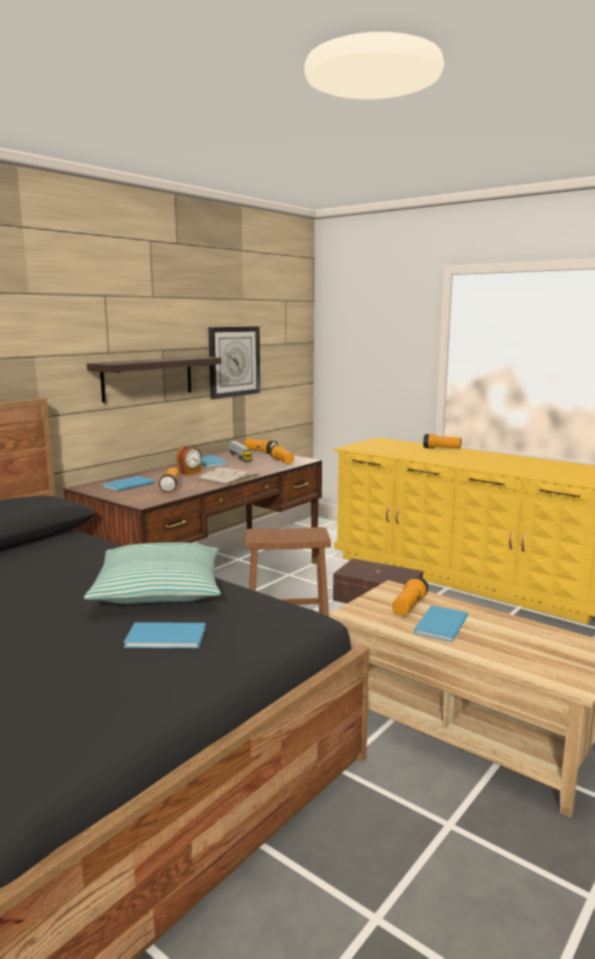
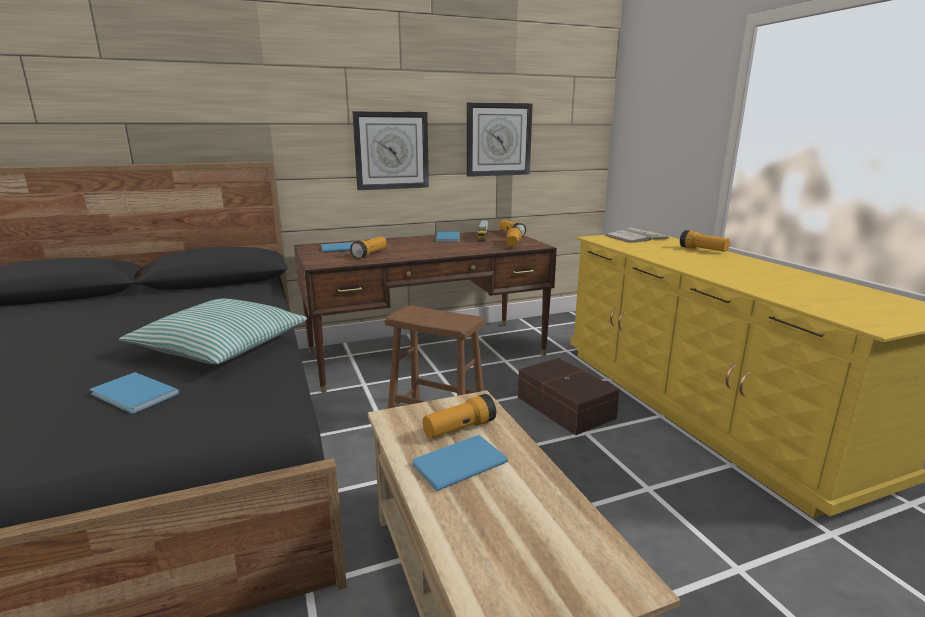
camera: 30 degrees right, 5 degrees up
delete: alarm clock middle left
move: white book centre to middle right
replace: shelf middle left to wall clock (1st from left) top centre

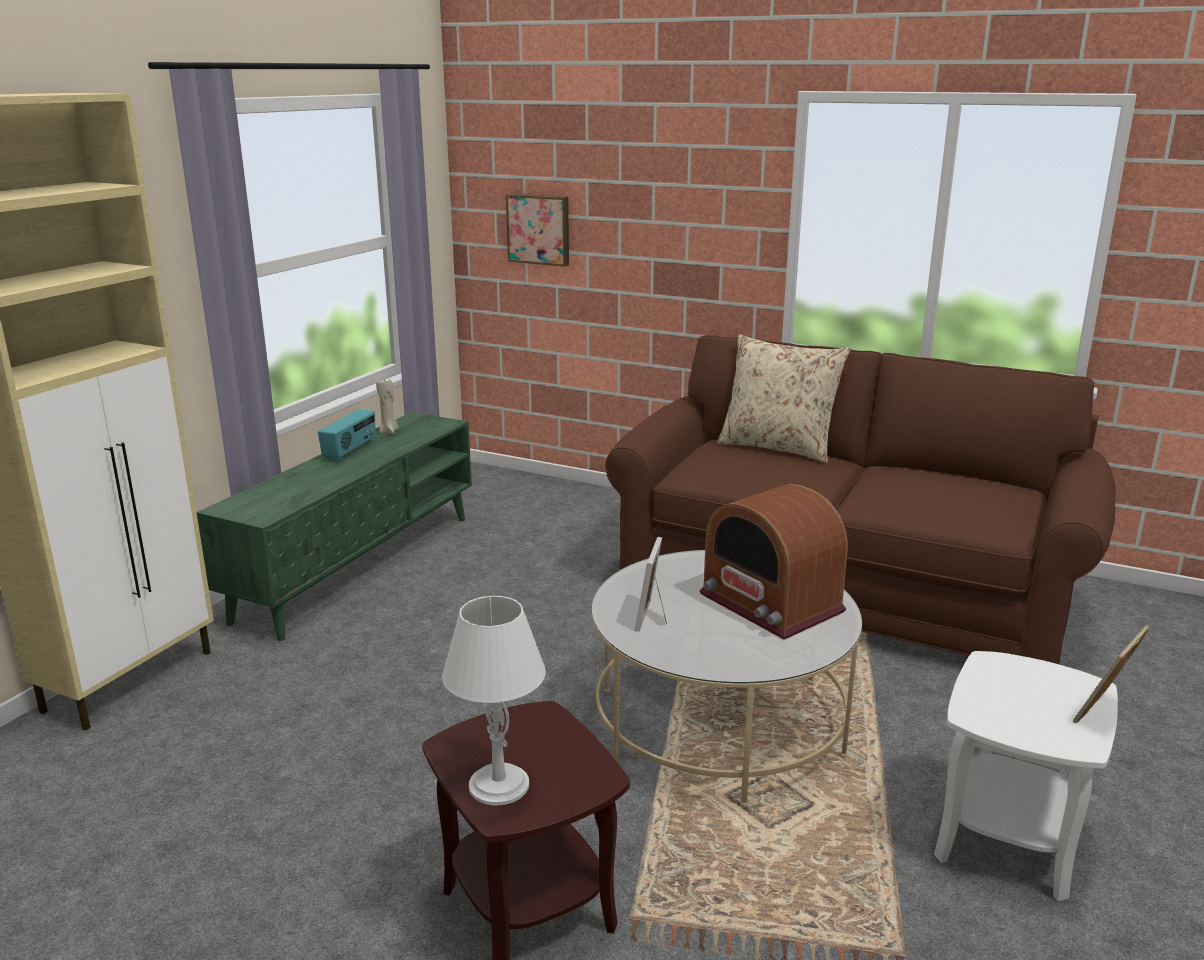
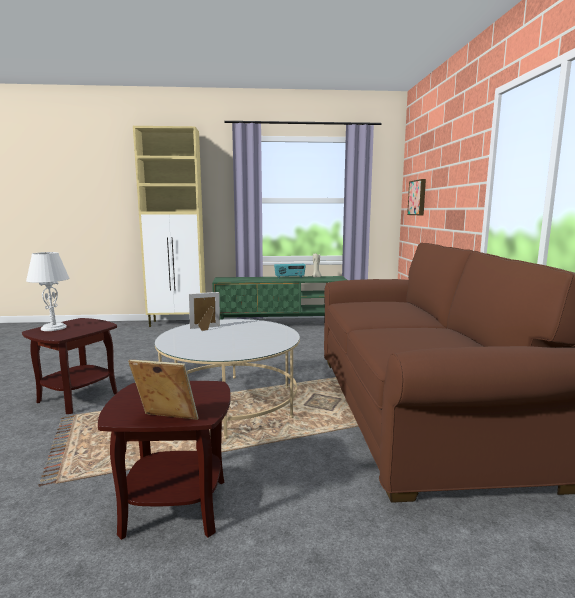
camera: 60 degrees right, 10 degrees down
delete: radio (2nd from left) centre; beige pillow centre
recolor: white side table bottom right to brown side table (2nd from left) bottom left

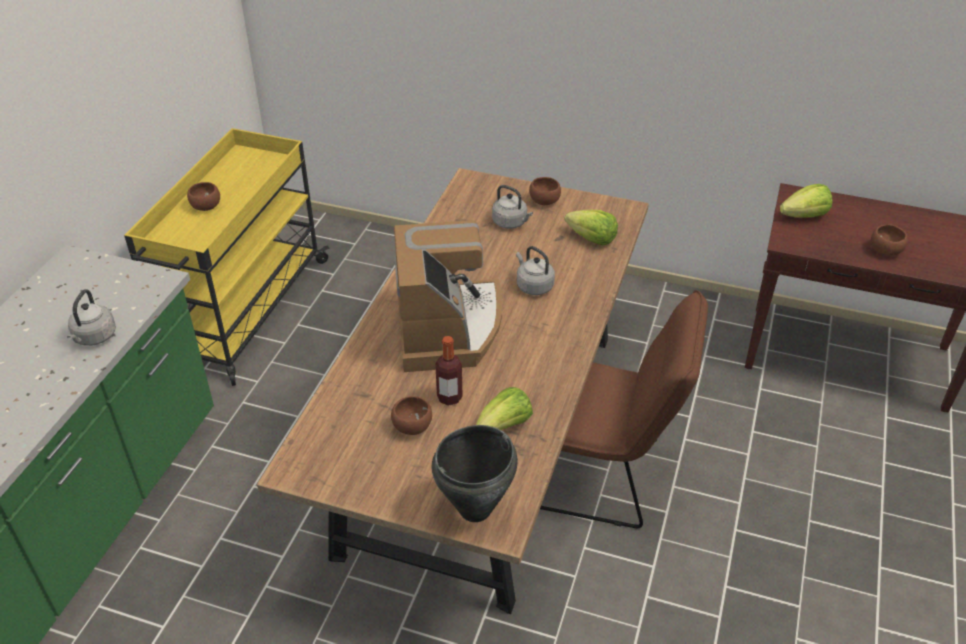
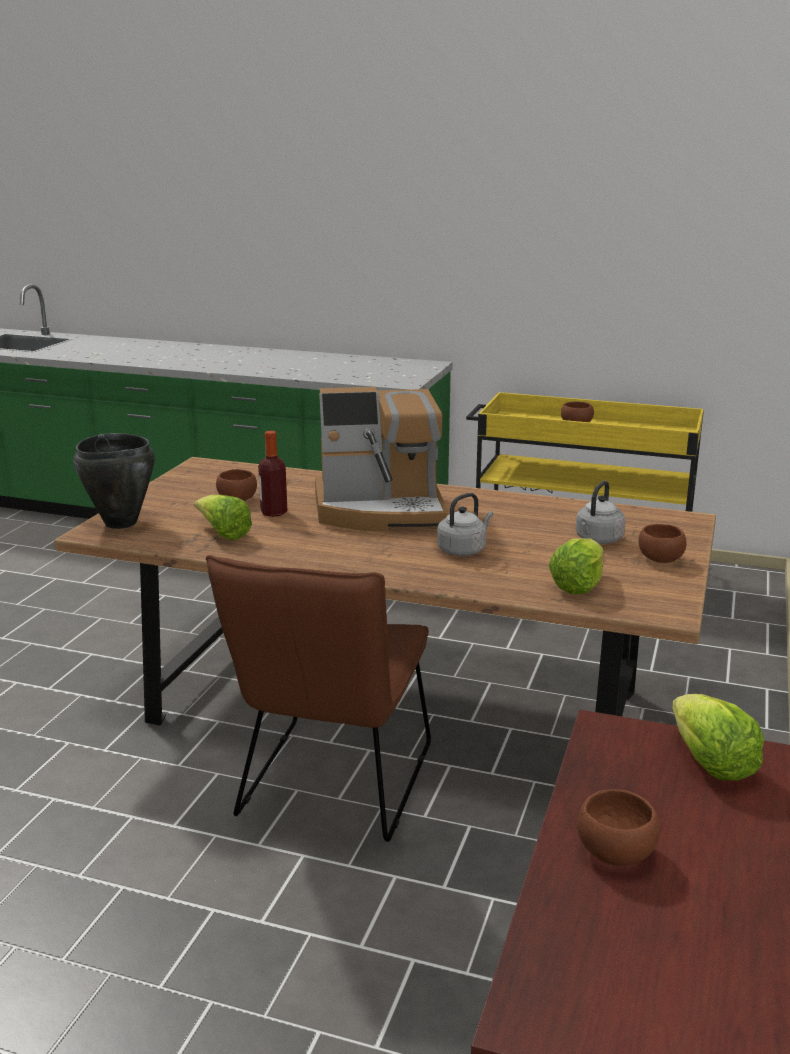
camera: 90 degrees right, 20 degrees down
delete: grey kettle (1st from left) middle left

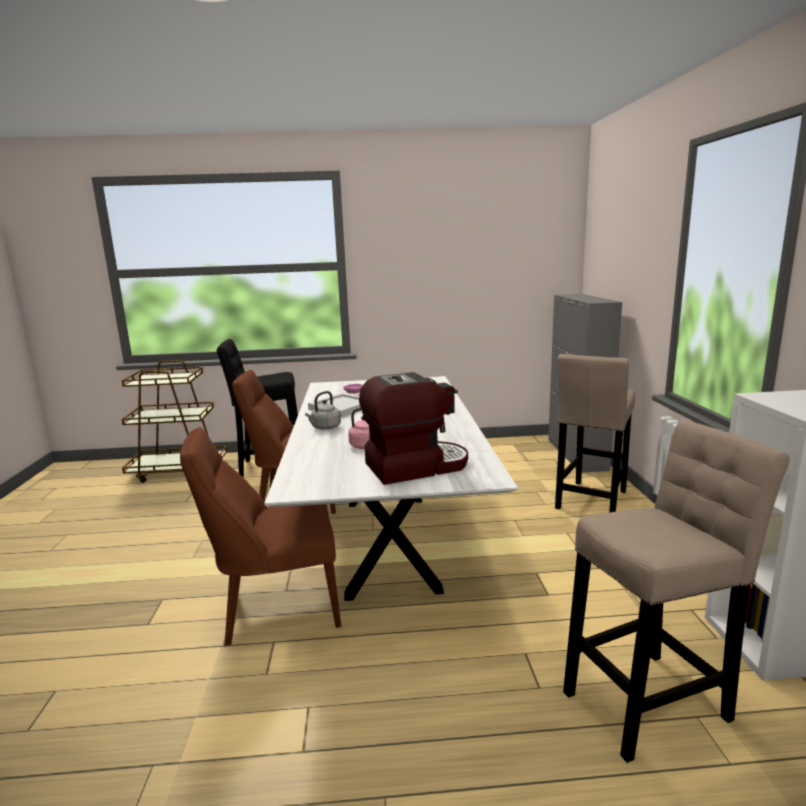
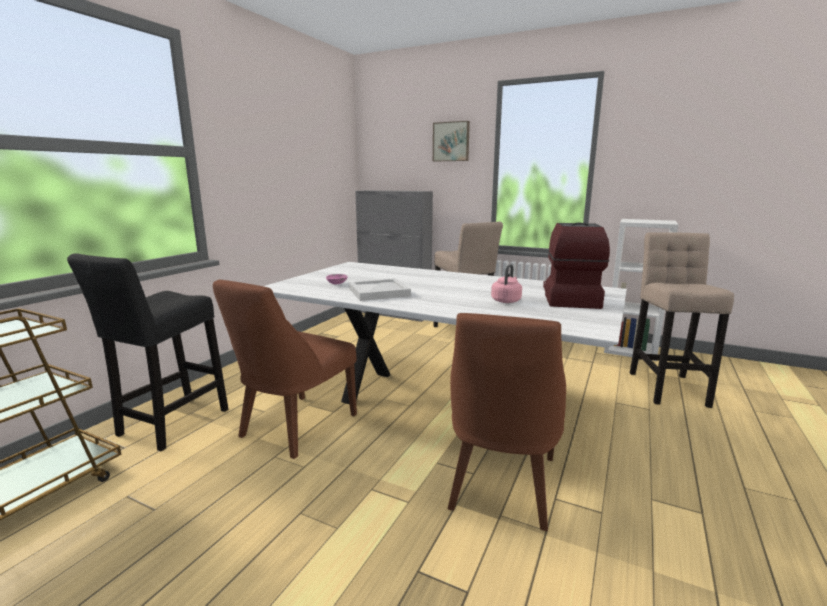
camera: 60 degrees left, 0 degrees up
delete: grey kettle centre
insert: picture top centre

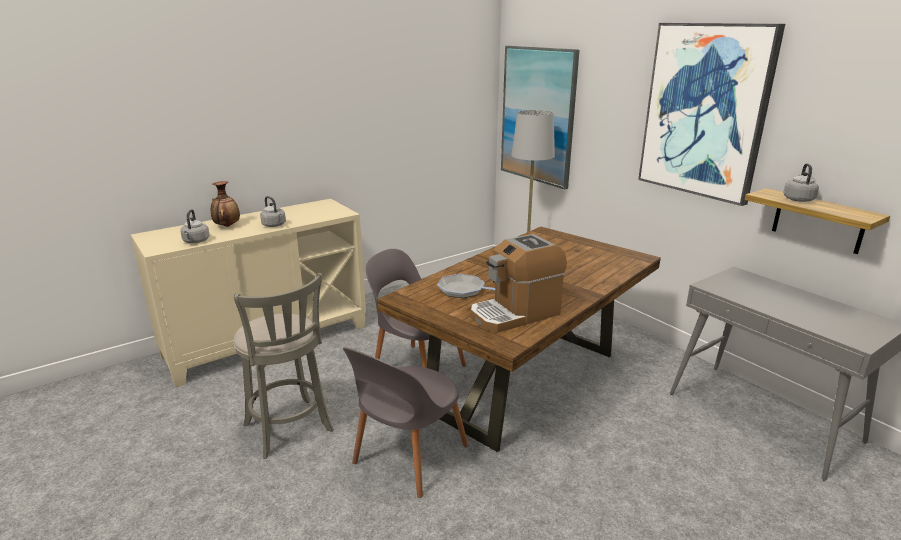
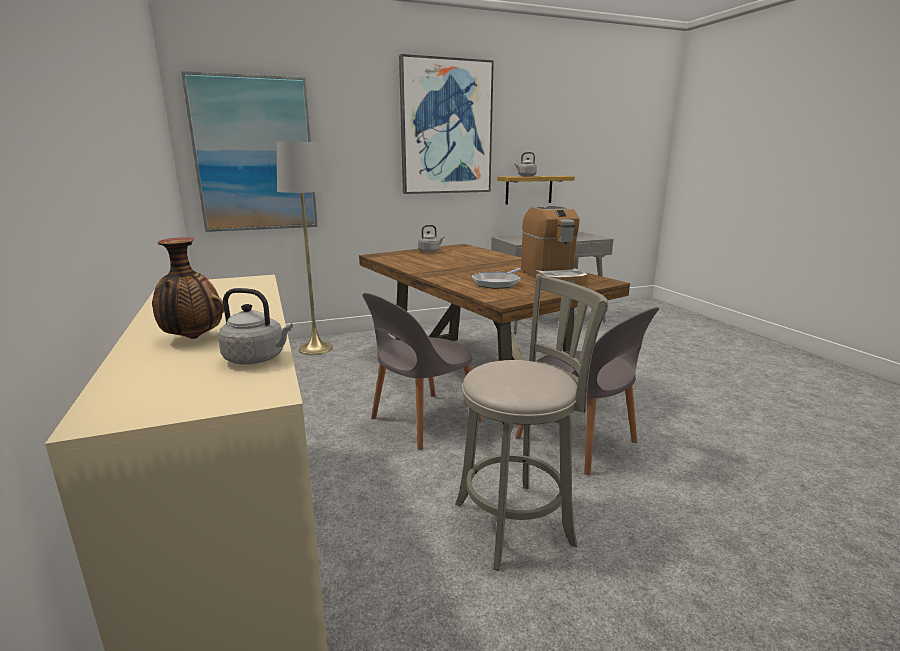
camera: 75 degrees left, 5 degrees down
move: grey kettle (2nd from left) middle left to centre

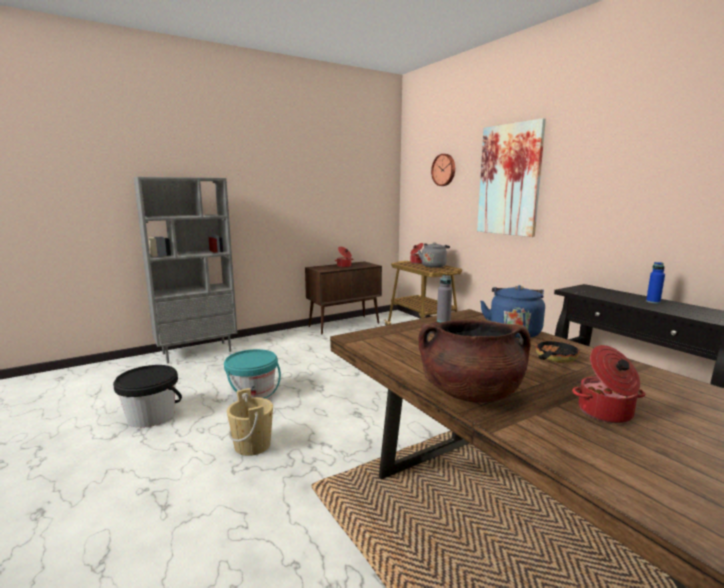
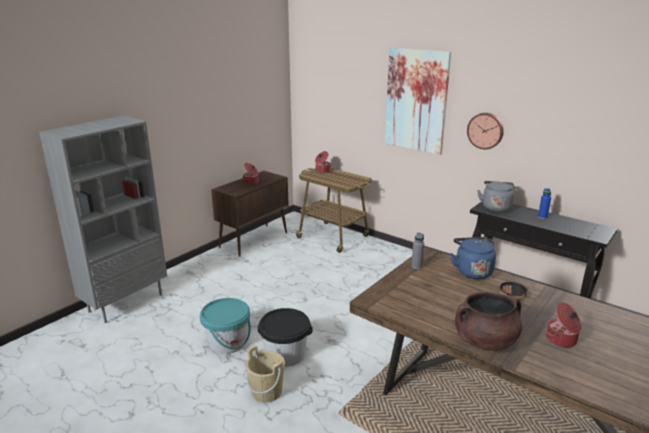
camera: 20 degrees left, 10 degrees up
move: black bucket bottom left to bottom centre; grey kettle centre to middle right; wall clock top centre to top right

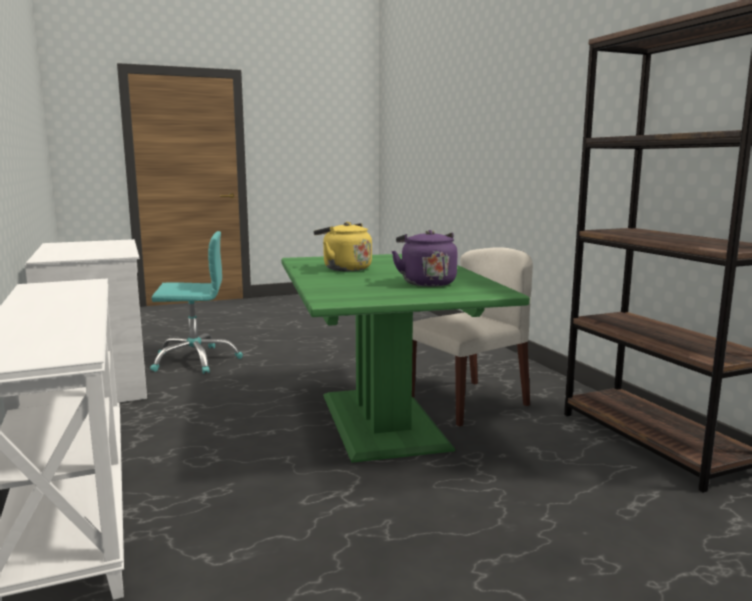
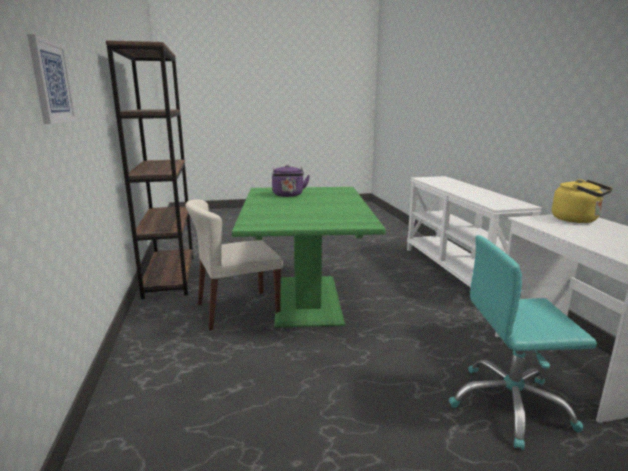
camera: 170 degrees left, 5 degrees up
insert: picture top left
move: yellow kettle centre to middle right

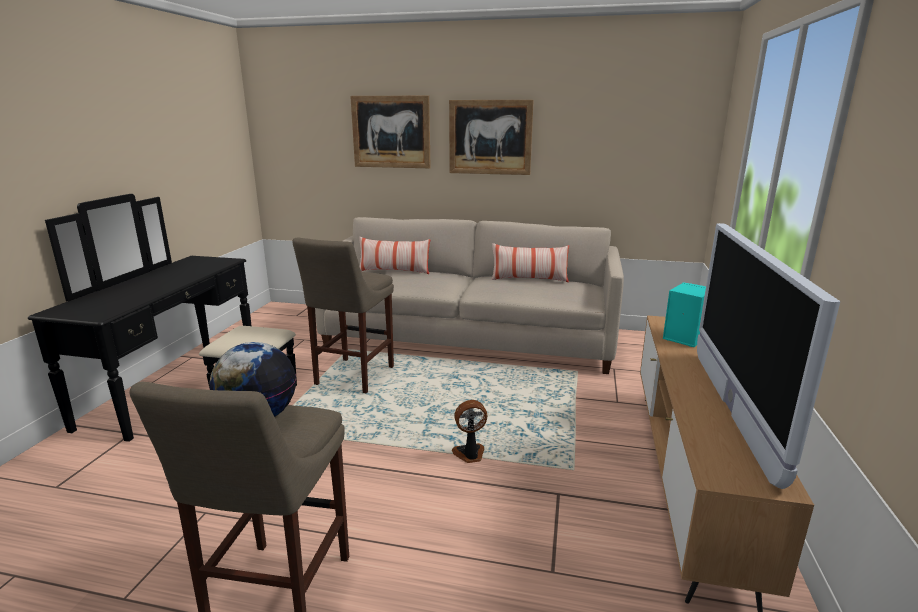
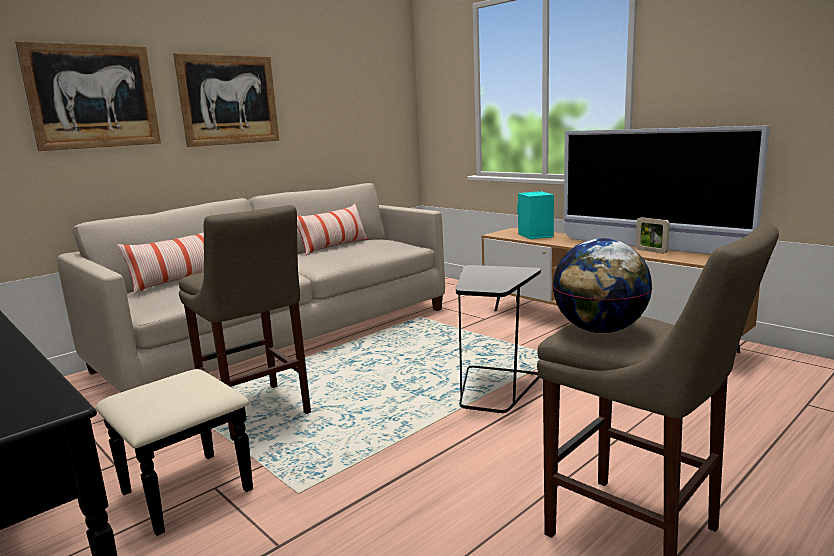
camera: 55 degrees left, 5 degrees down
insert: picture frame middle right
replace: fan bottom centre to black side table centre

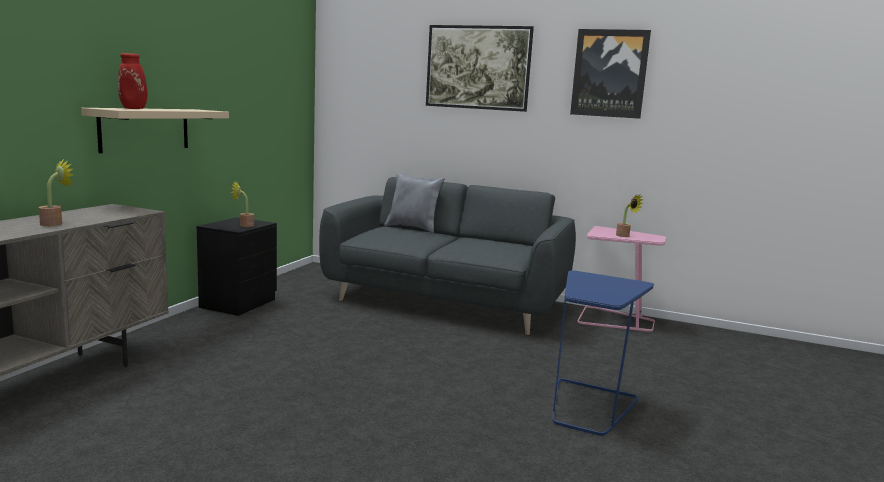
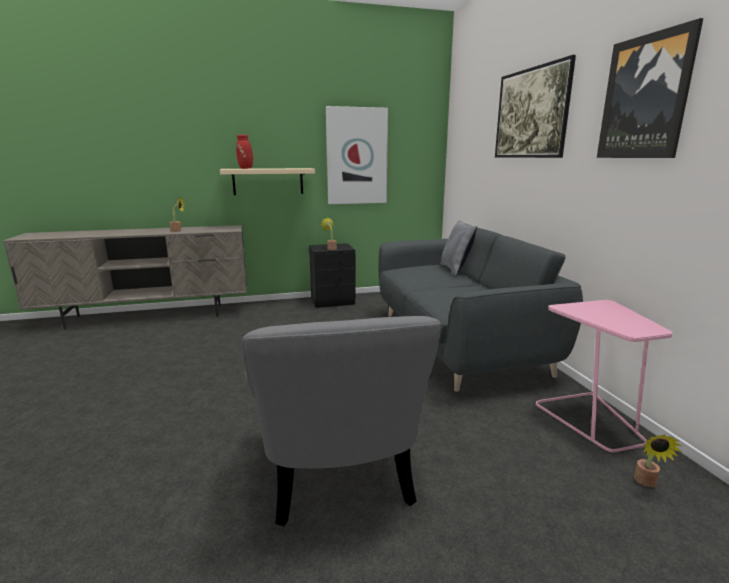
camera: 55 degrees right, 5 degrees up
insert: picture (1st from left) top centre
move: potted plant (3rd from left) middle right to bottom right
replace: blue side table bottom right to grey armchair bottom centre

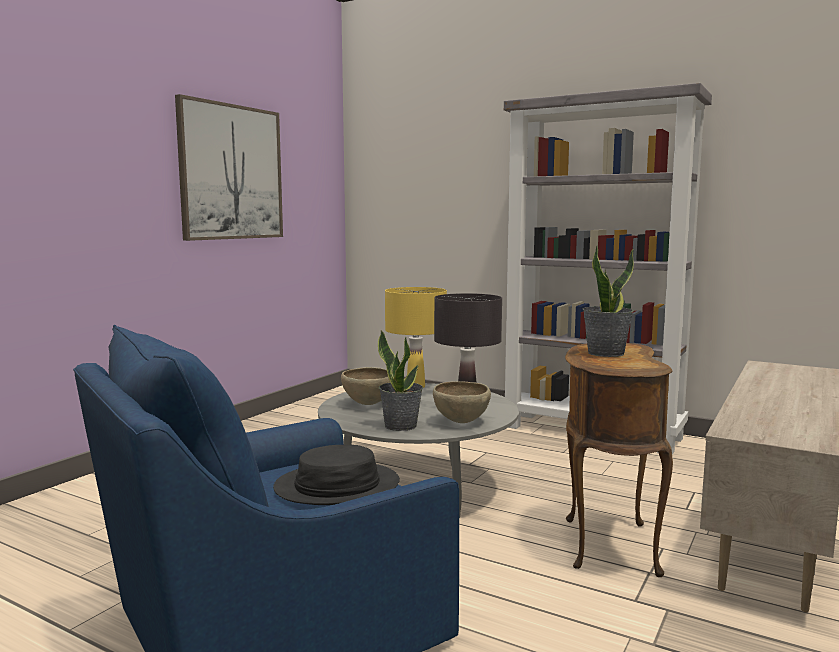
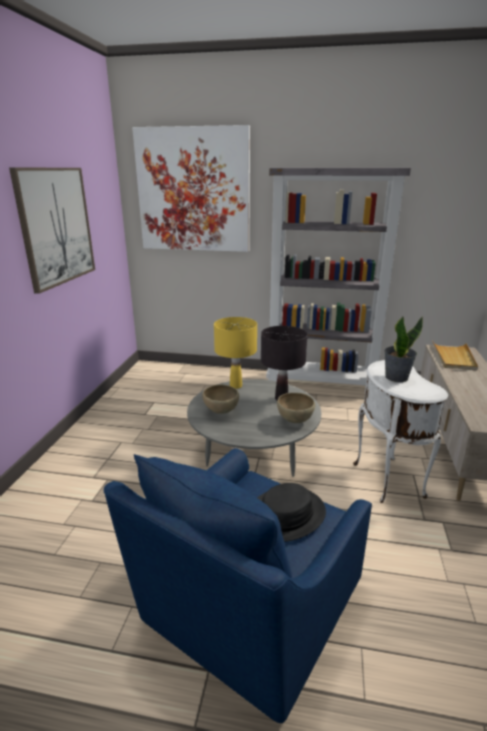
camera: 20 degrees left, 15 degrees up
delete: potted plant (1st from left) centre
insert: picture (2nd from left) top centre; beige tray middle right
recolor: brown side table bottom right to white side table middle right

